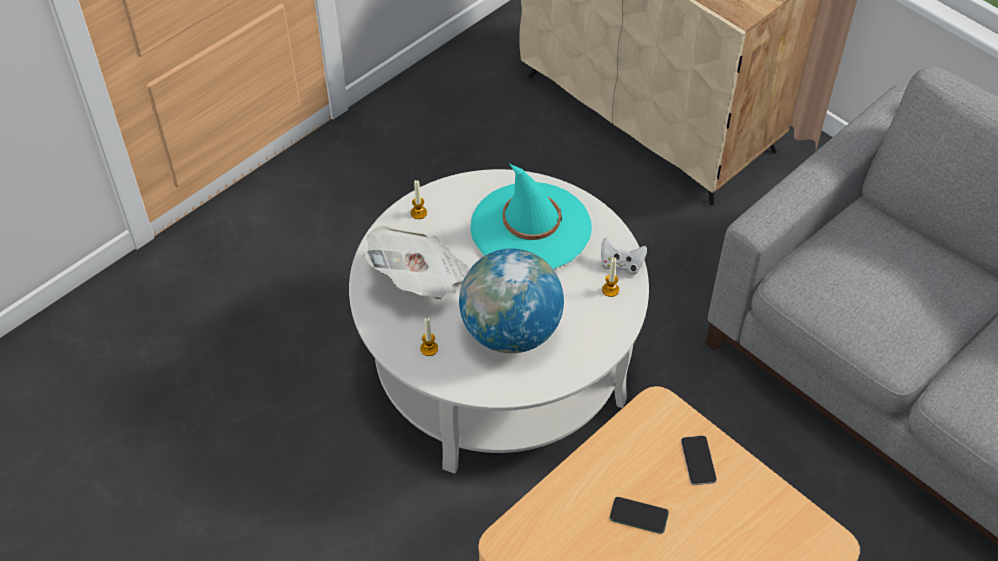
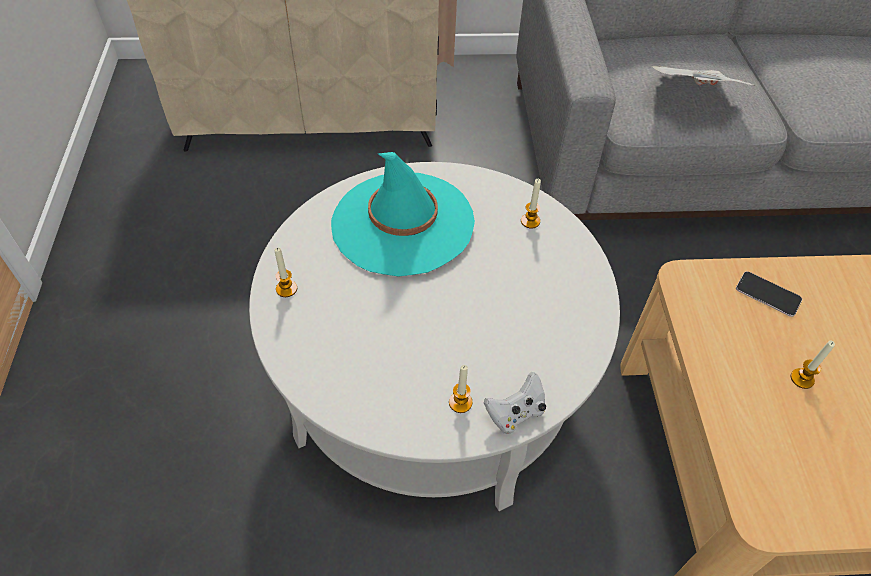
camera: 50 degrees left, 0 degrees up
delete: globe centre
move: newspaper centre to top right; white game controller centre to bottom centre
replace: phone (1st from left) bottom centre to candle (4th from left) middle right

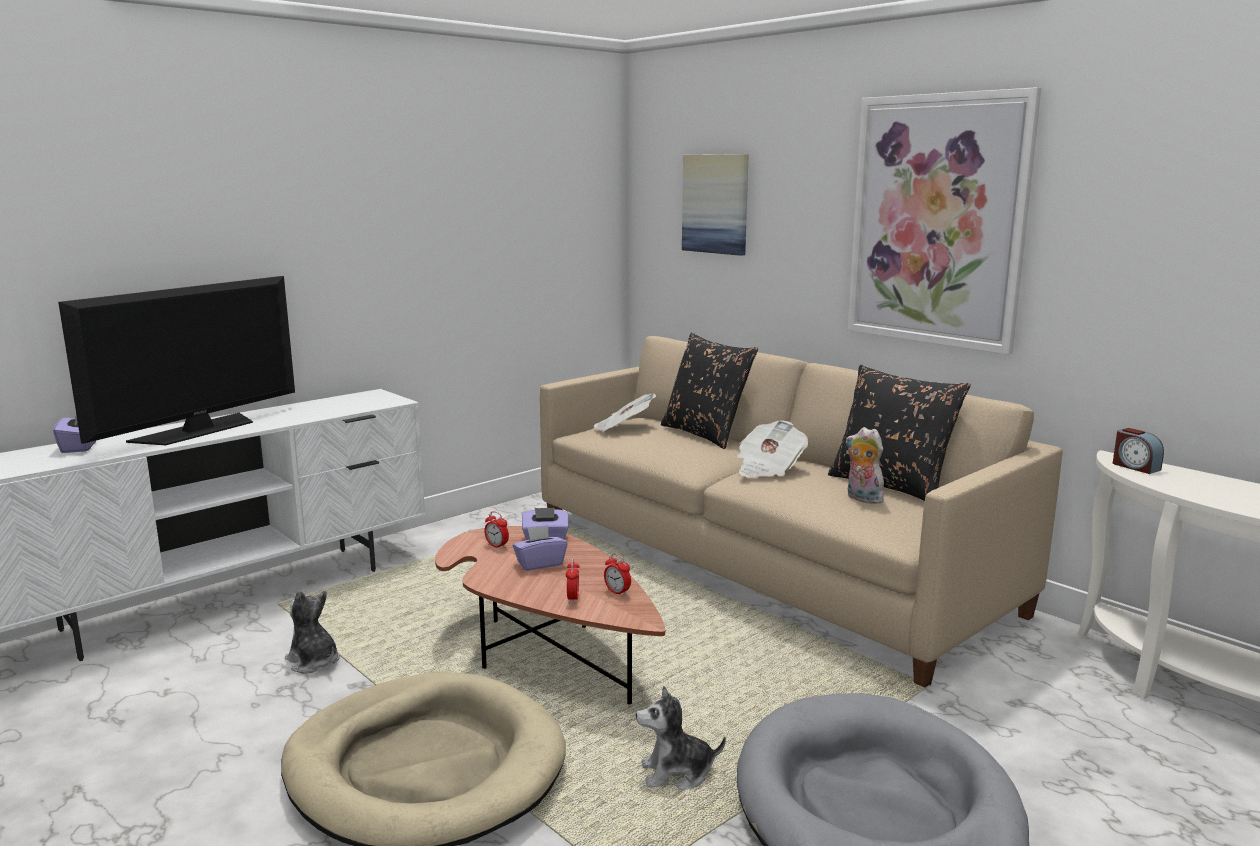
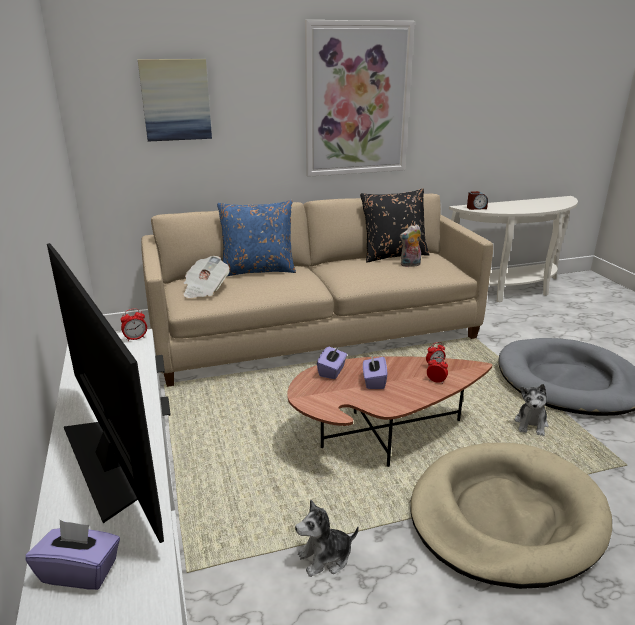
camera: 65 degrees left, 10 degrees up
delete: newspaper (2nd from left) centre
move: alarm clock (1st from left) centre to middle left
recolor: black pillow (1st from left) centre to blue pillow centre

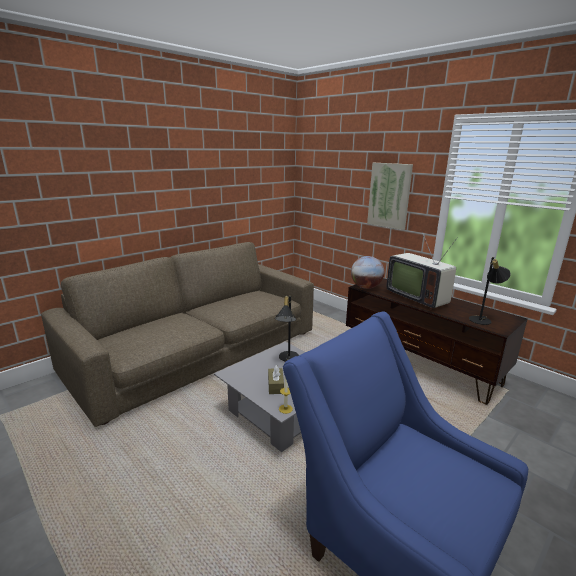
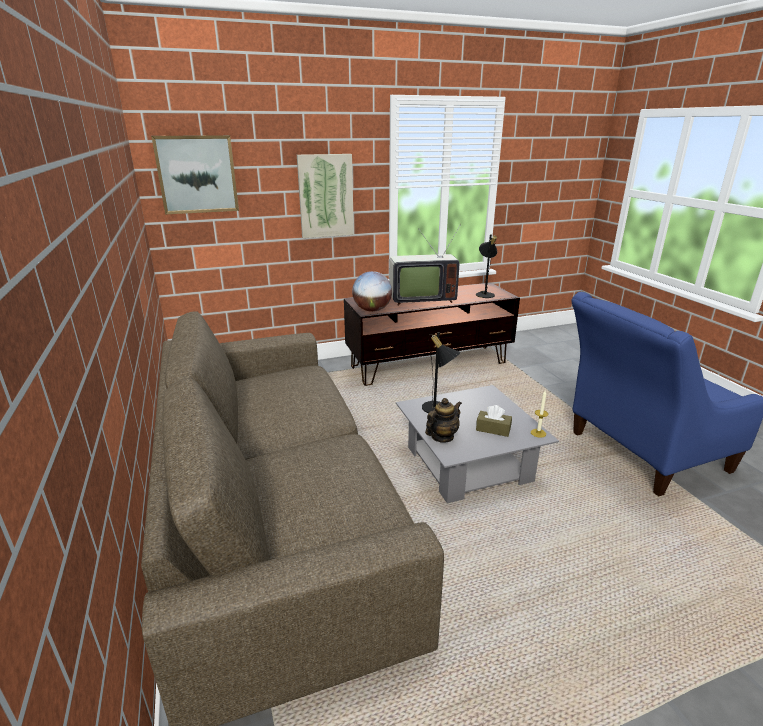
camera: 65 degrees left, 5 degrees up
insert: picture (1st from left) top left; teapot centre

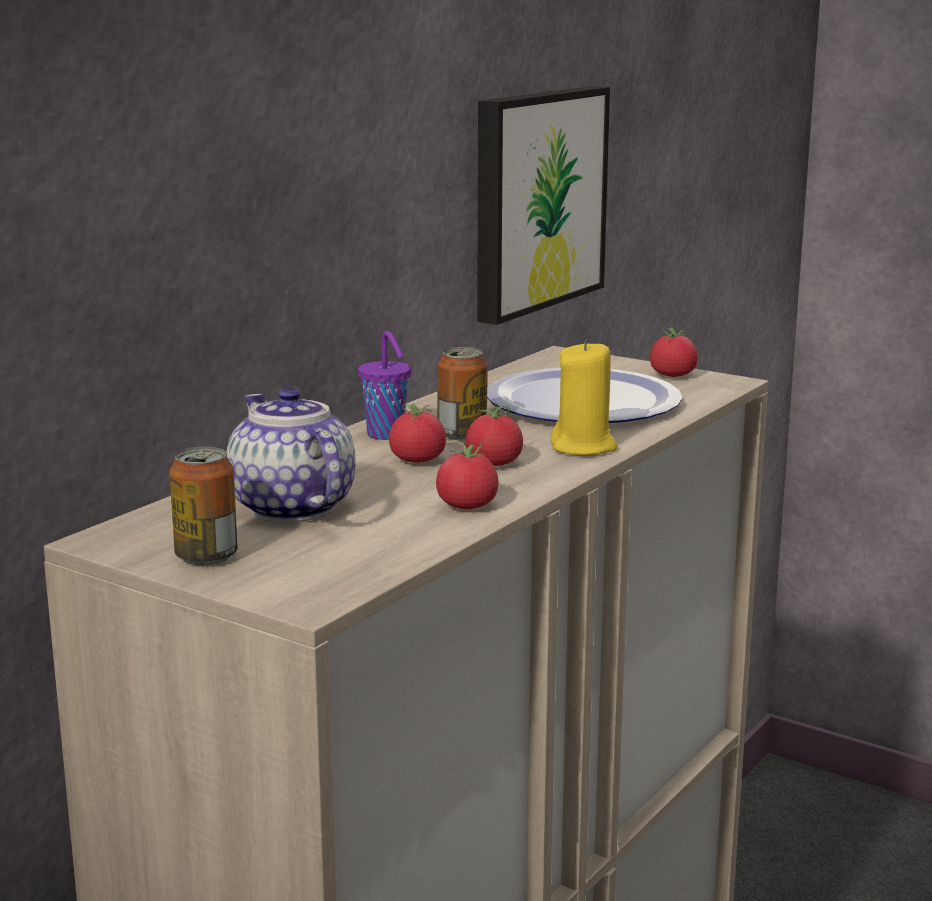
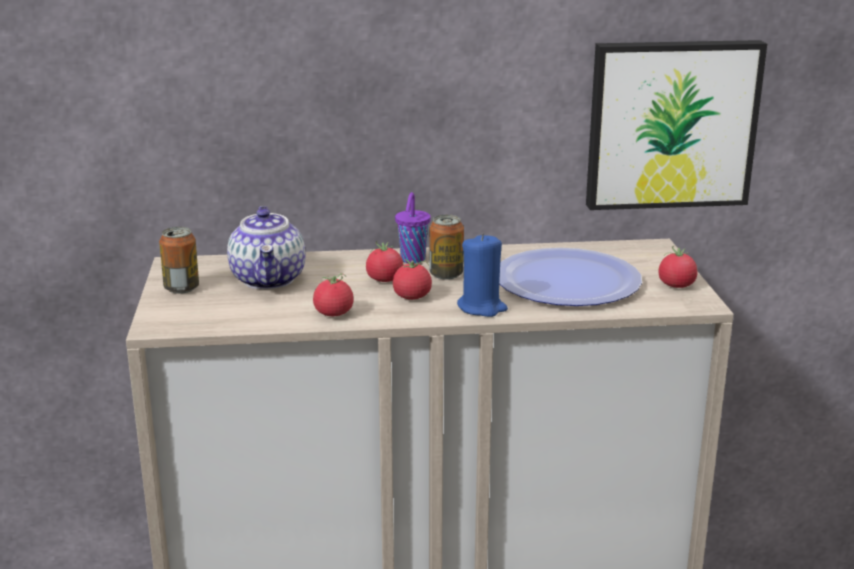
camera: 50 degrees right, 5 degrees up
recolor: yellow candle centre to blue candle centre
rotate: teapot middle left = middle left 150 degrees clockwise

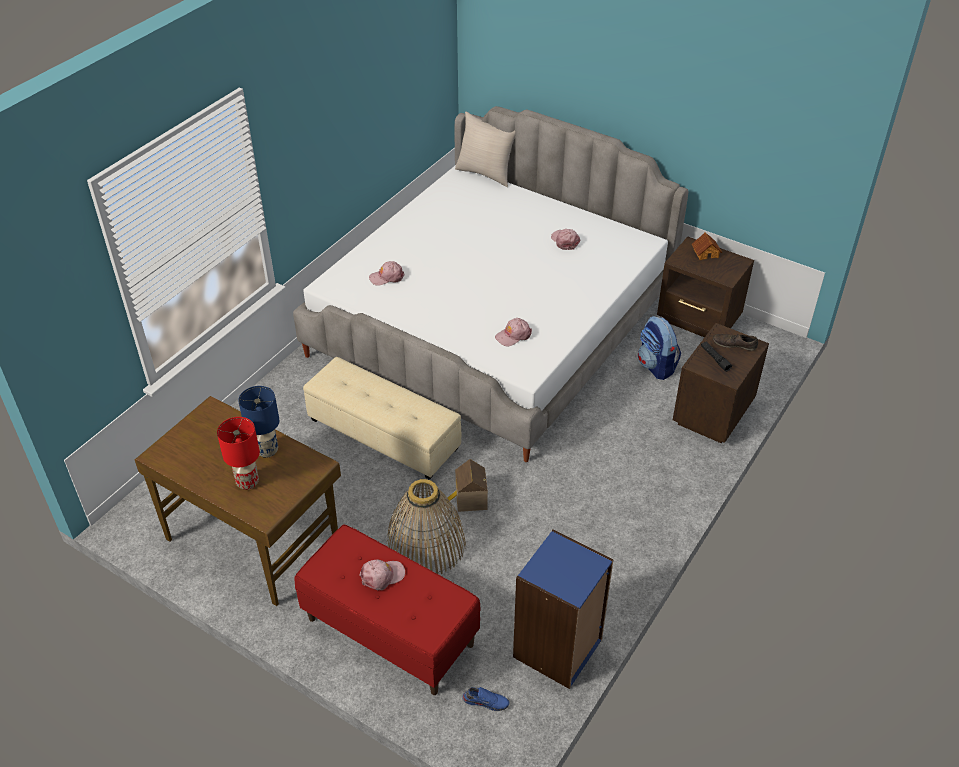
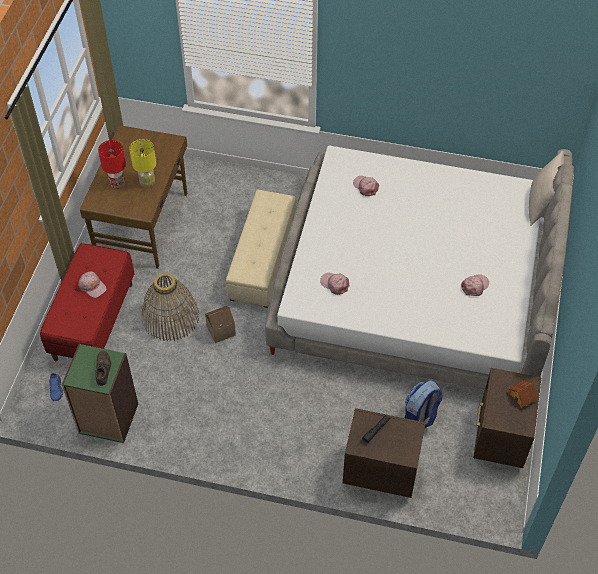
camera: 70 degrees right, 10 degrees up
move: brown shoe middle right to middle left
recolor: blue table lamp middle left to yellow table lamp top left; blue bookcase bottom centre to green bookcase bottom left

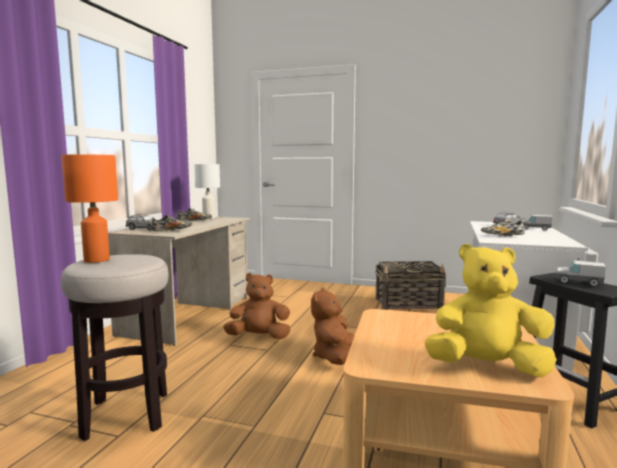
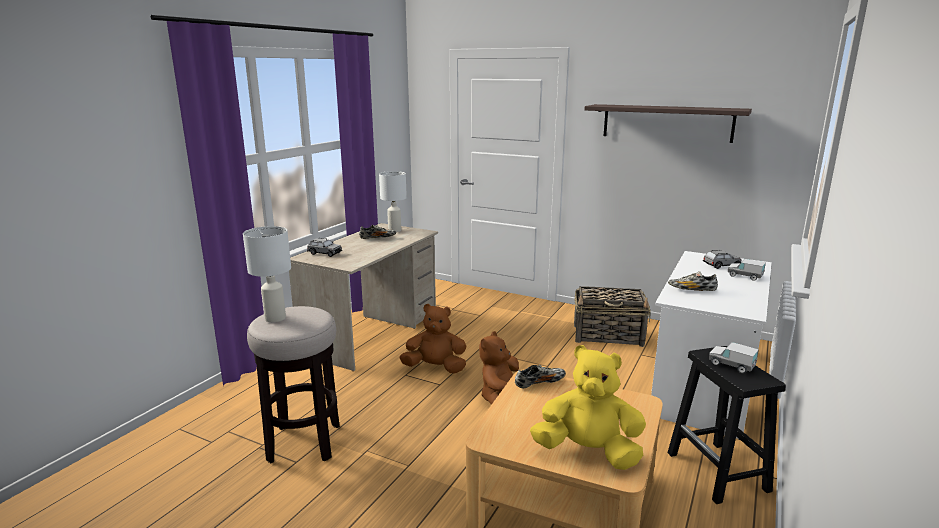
camera: 10 degrees right, 10 degrees up
insert: shelf top right
move: shoe (1st from left in the first image) middle left to shoe (2nd from left) bottom centre
recolor: orange table lamp middle left to white table lamp (1st from left) middle left

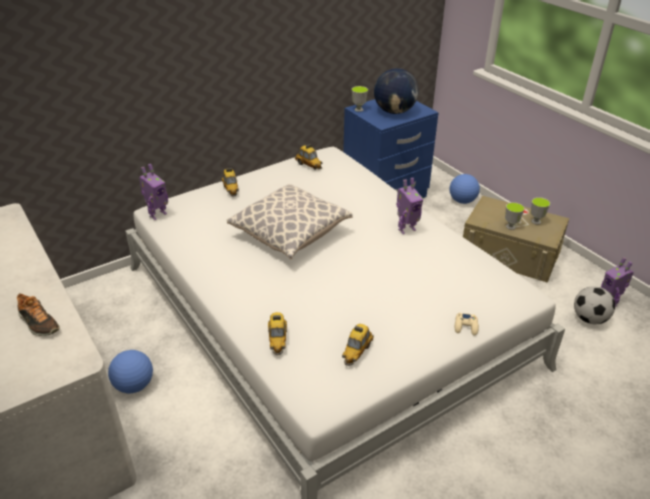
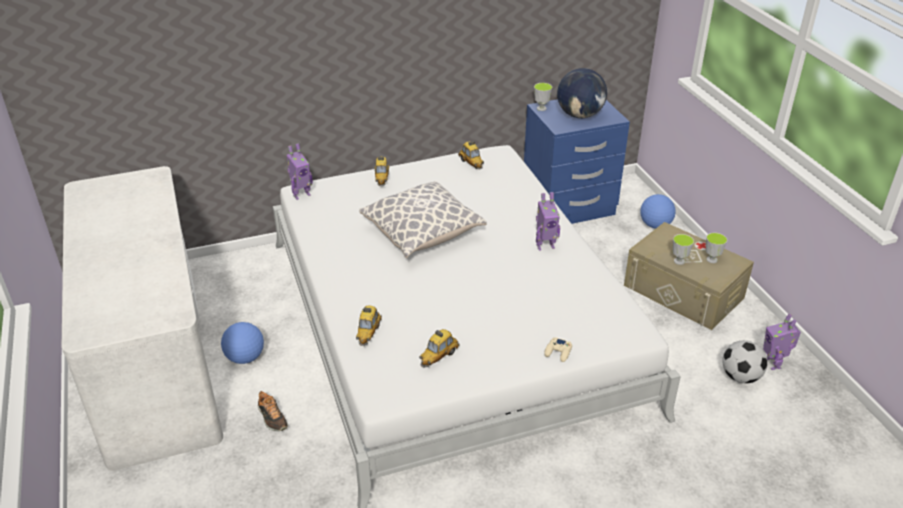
camera: 15 degrees right, 0 degrees up
move: shoe middle left to bottom left

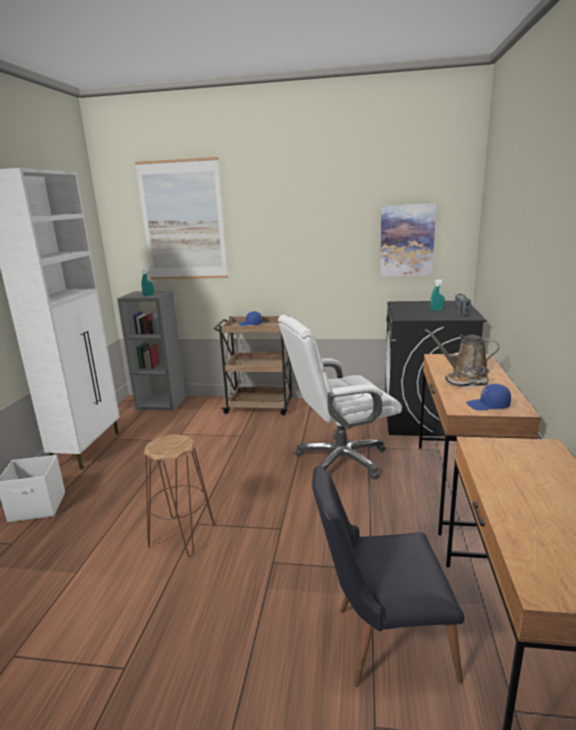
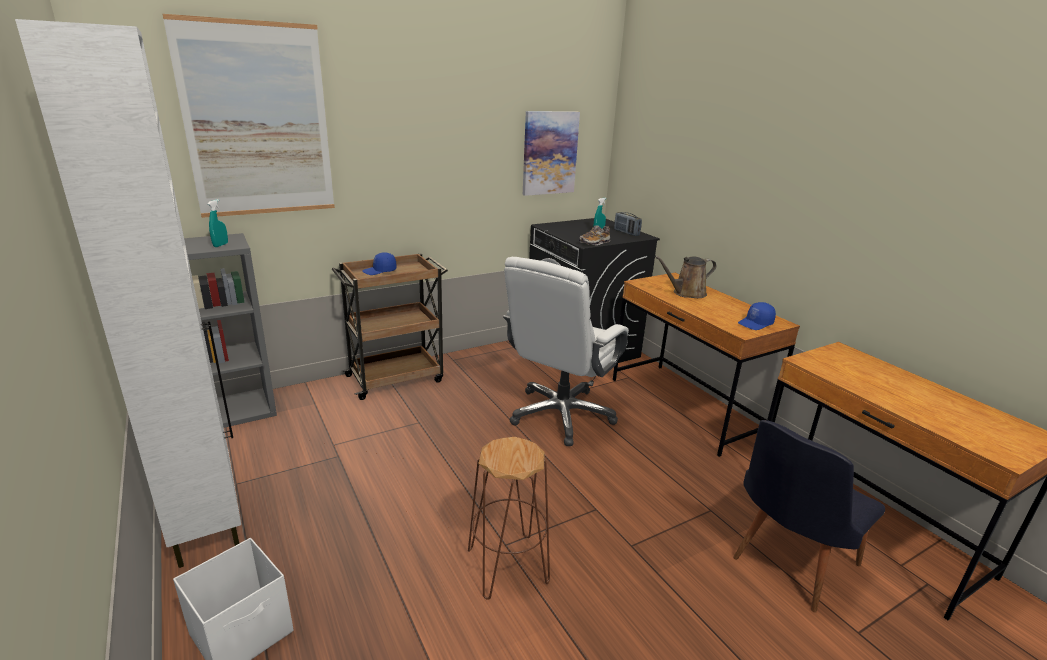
camera: 40 degrees left, 5 degrees up
move: shoe middle right to centre

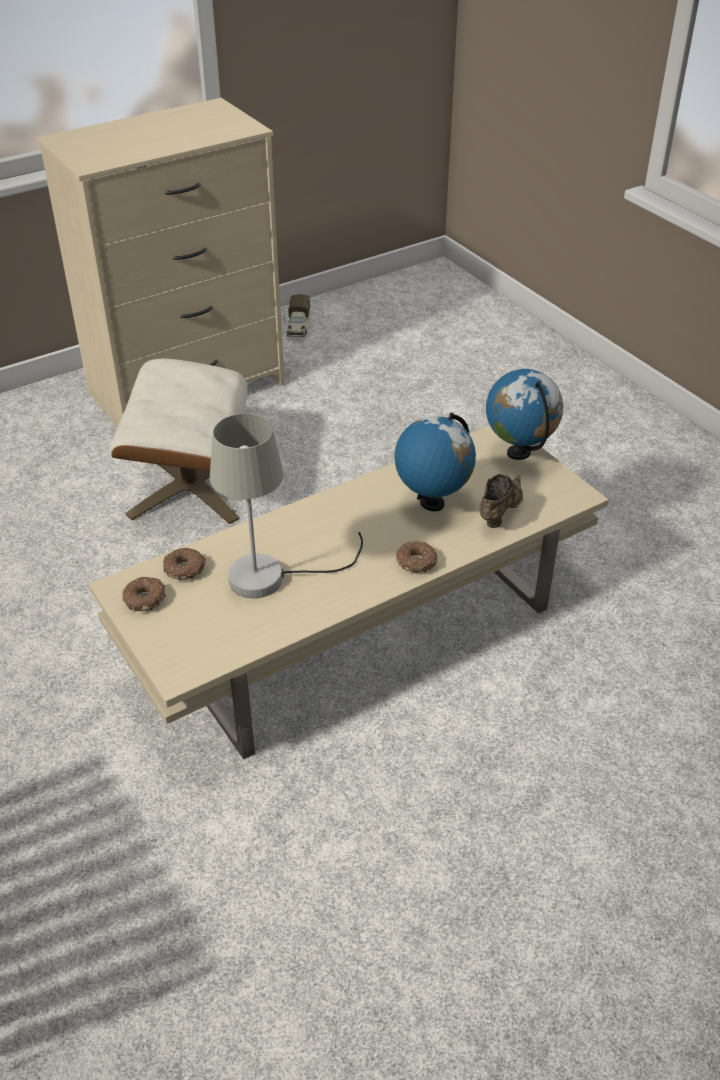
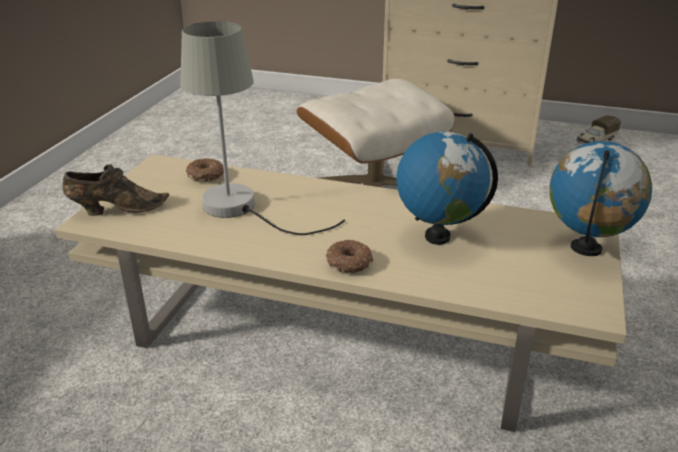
camera: 50 degrees right, 10 degrees down
delete: donut (1st from left) middle left
move: brown shoe middle right to middle left

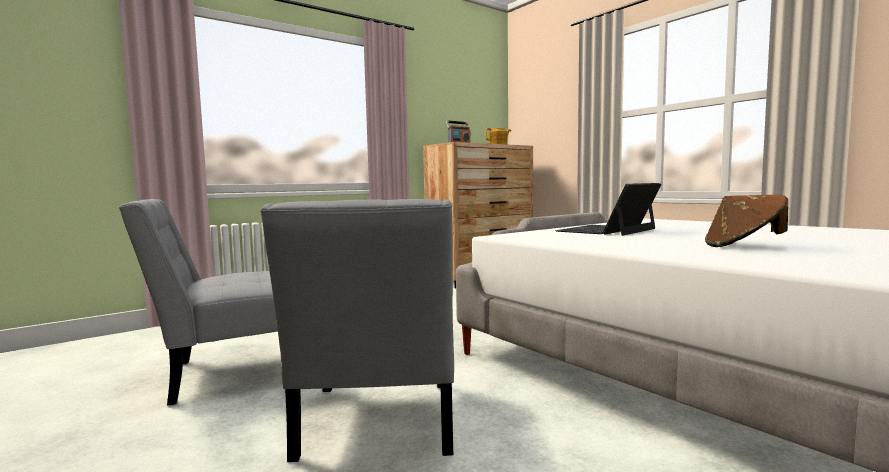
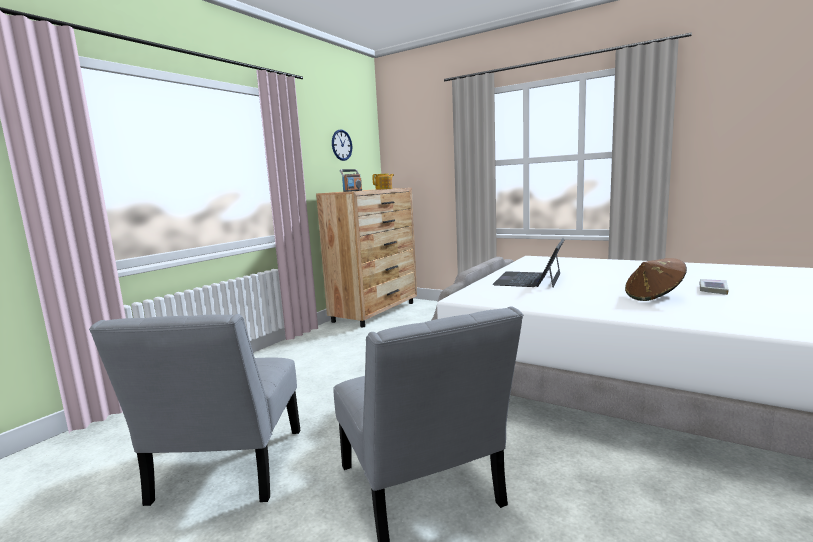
camera: 20 degrees left, 5 degrees up
insert: wall clock top centre; book middle right
rotate: grey chair (1st from left) middle left = bottom left 45 degrees counterclockwise

